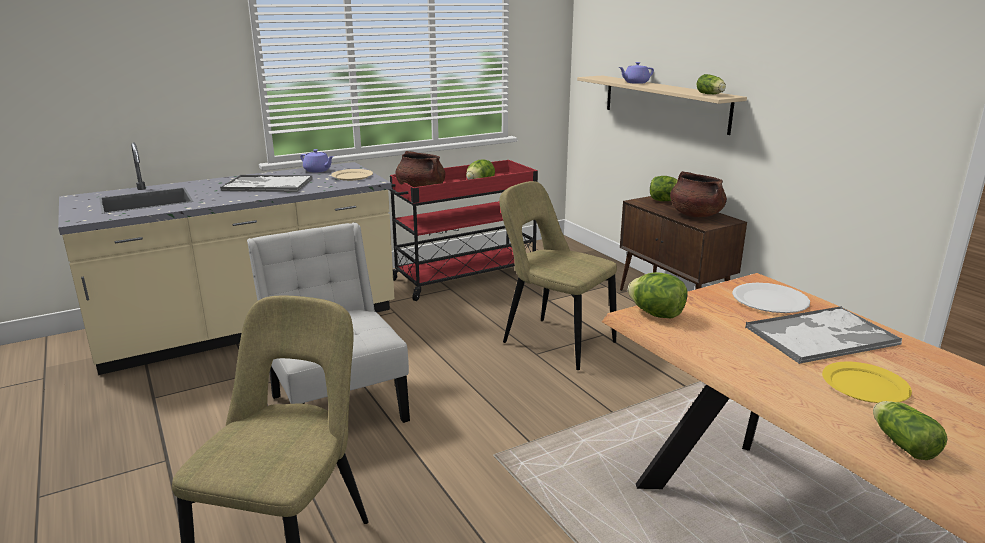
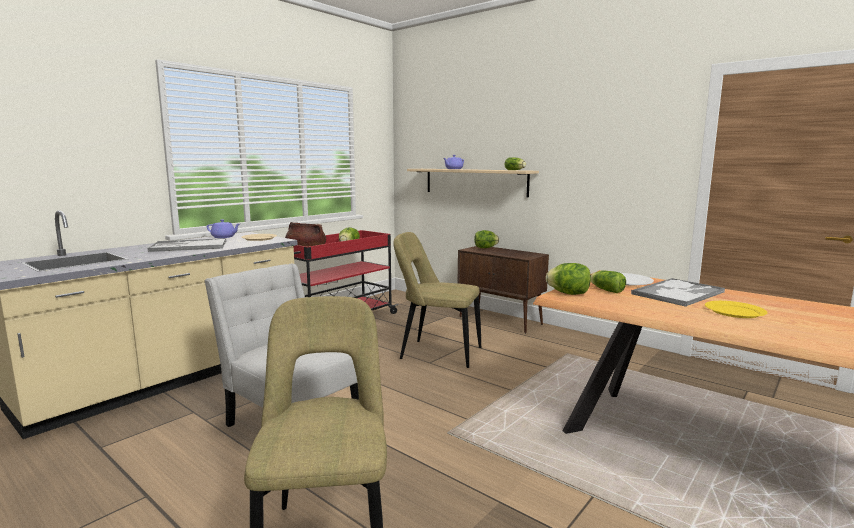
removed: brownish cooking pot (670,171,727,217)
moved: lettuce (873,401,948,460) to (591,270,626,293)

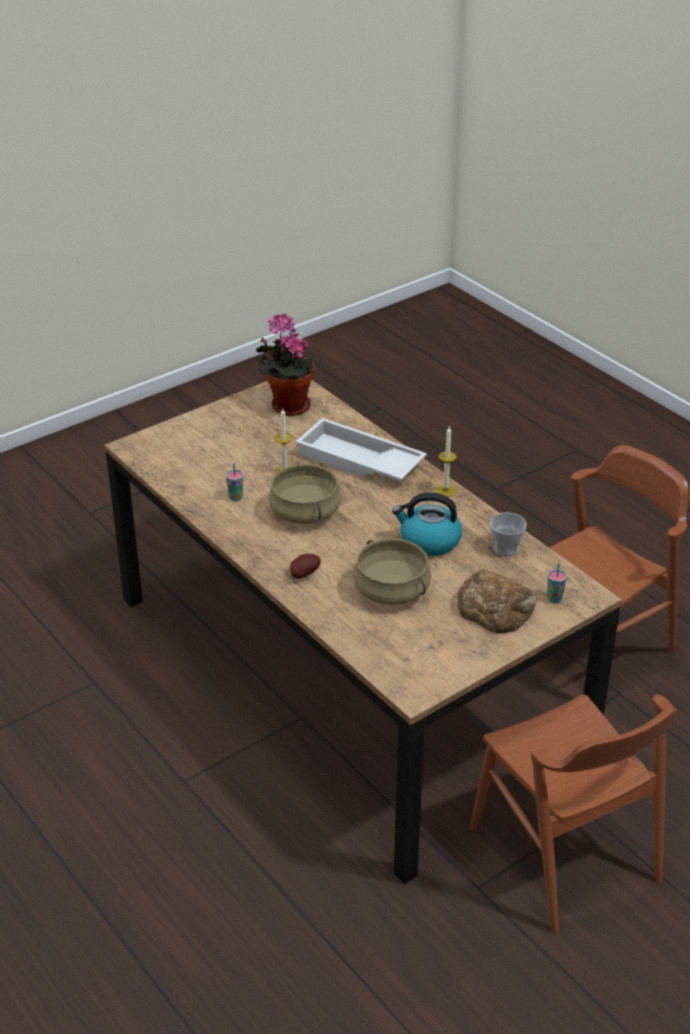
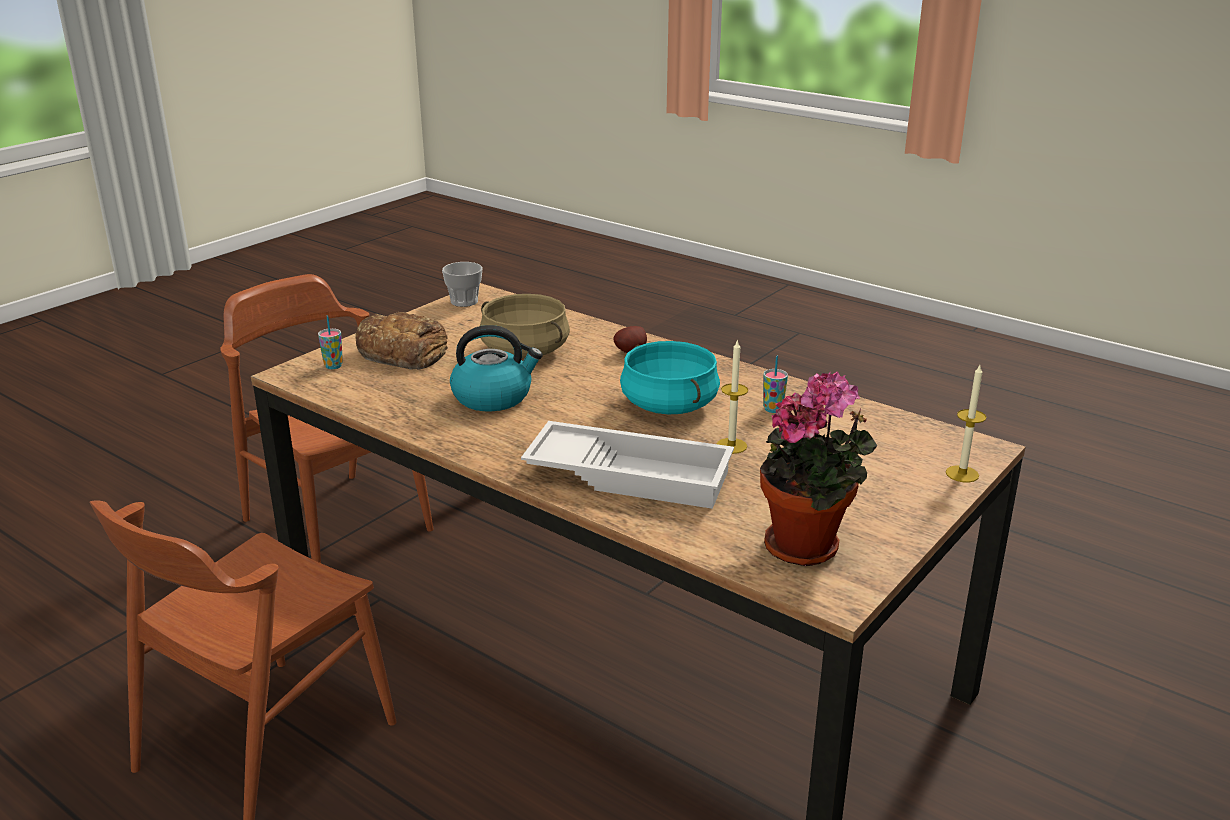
moved: wax light (435,427,457,497) to (946,365,986,482); drinking cup (490,512,527,557) to (442,262,483,307)
recoloured: beige-coloured cooking pot (269,463,341,524) to turquoise cooking pot (620,341,720,414)

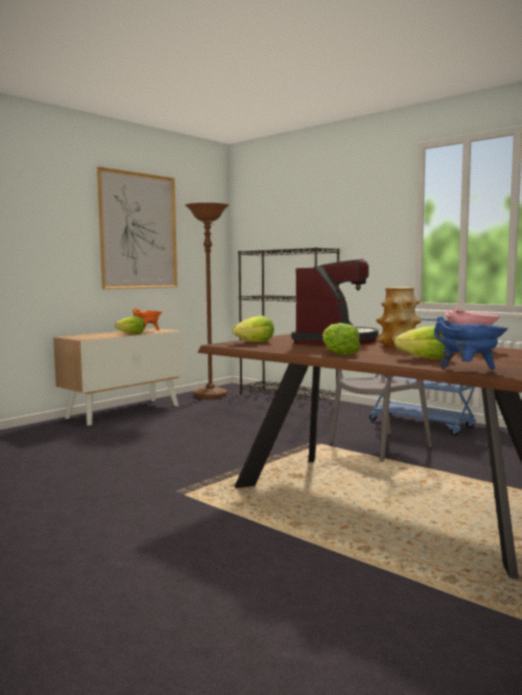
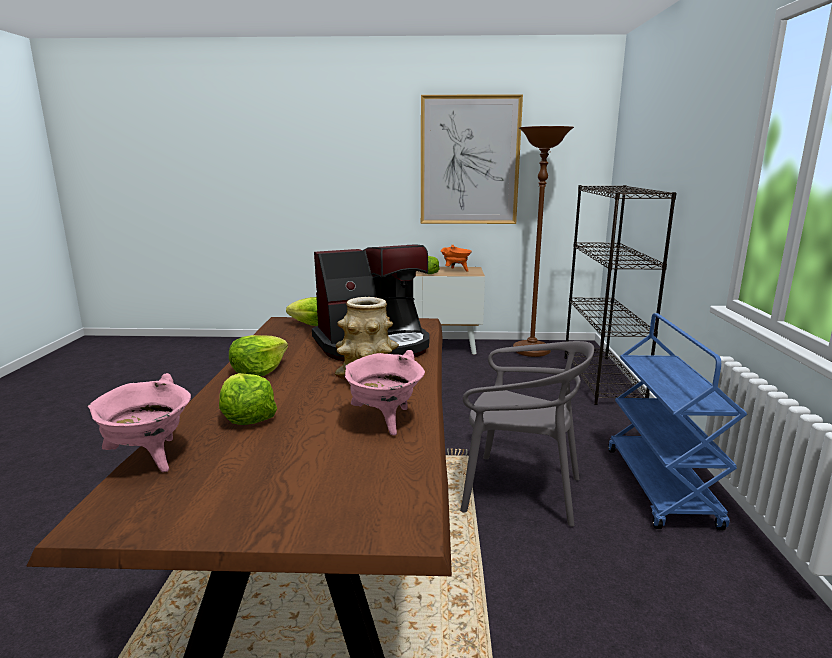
recoloured: bluish cooking pot (434,316,508,369) to pinkish cooking pot (88,373,191,472)

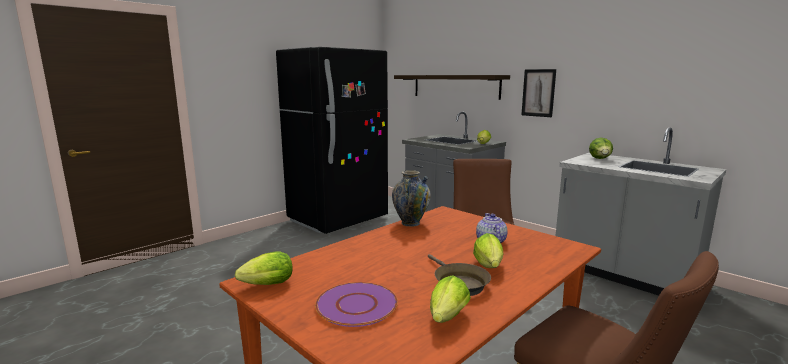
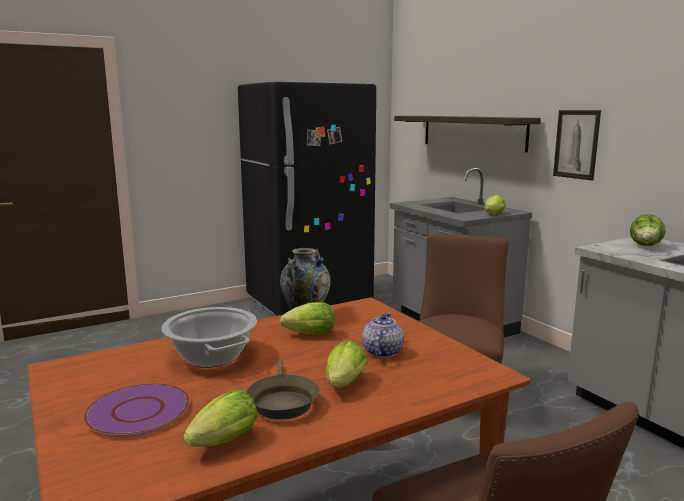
added: cooking pot (162,307,257,368)
moved: lettuce (235,252,293,285) to (280,302,335,334)

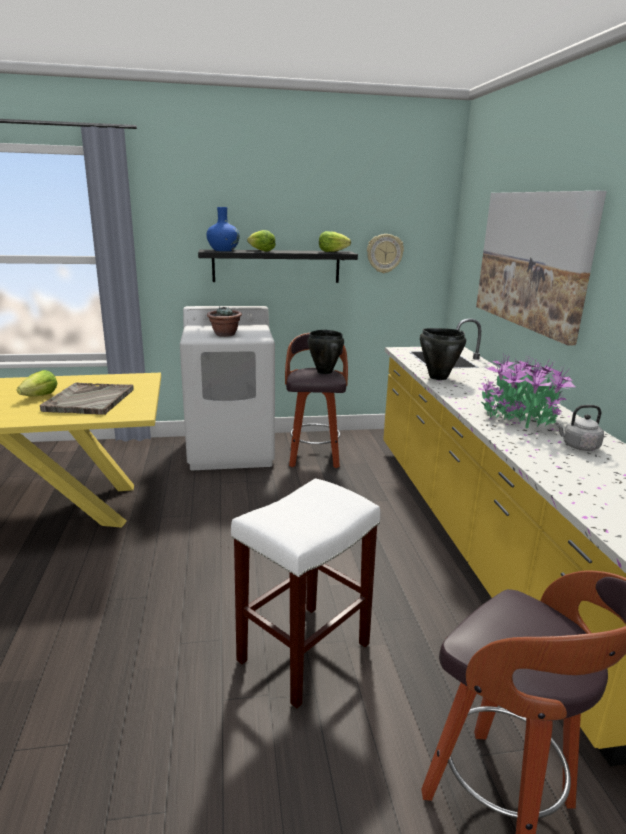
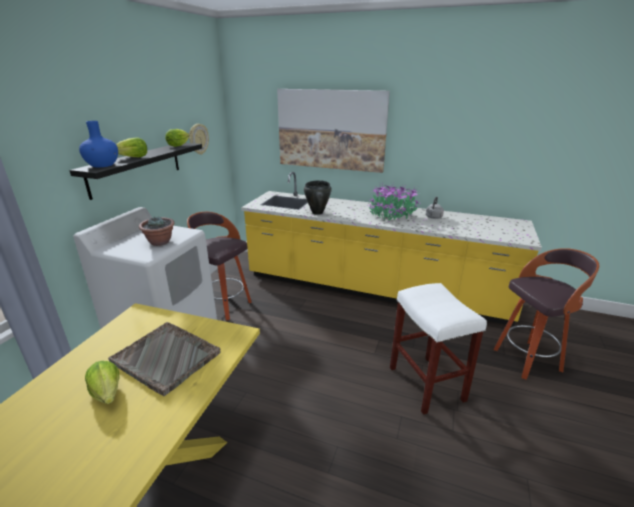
removed: black cooking pot (307,330,344,374)

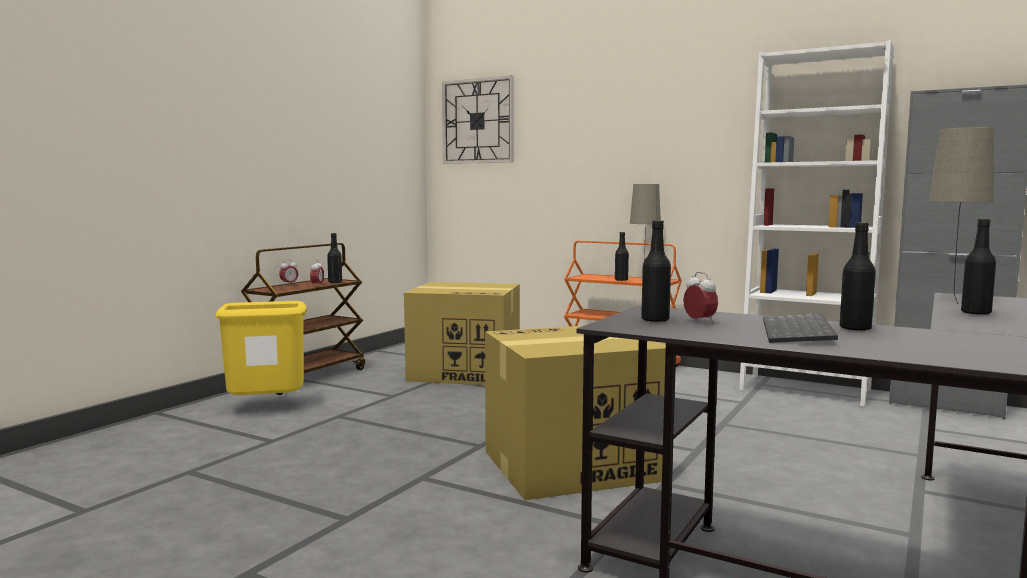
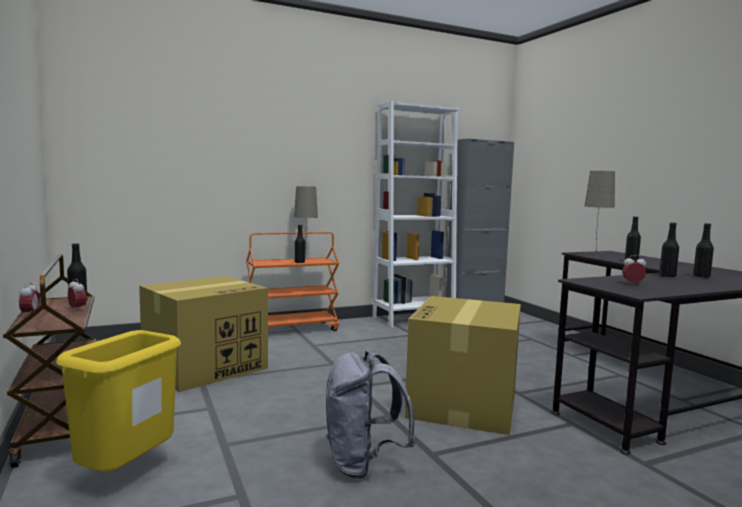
removed: clock on the wall (442,75,514,164); keyboard (763,313,838,343)
added: gray backpack (326,351,416,479)
moved: black drink bottle (641,220,671,322) to (693,223,714,278)

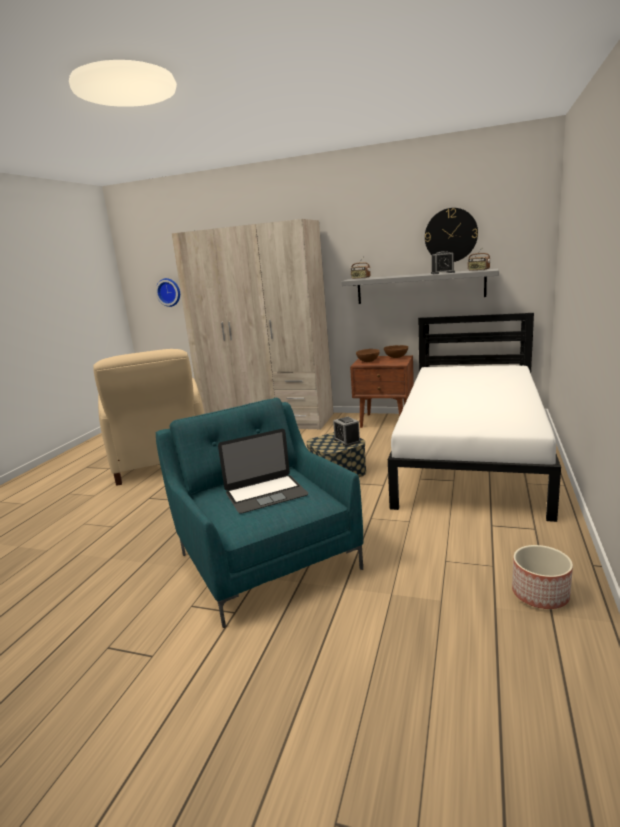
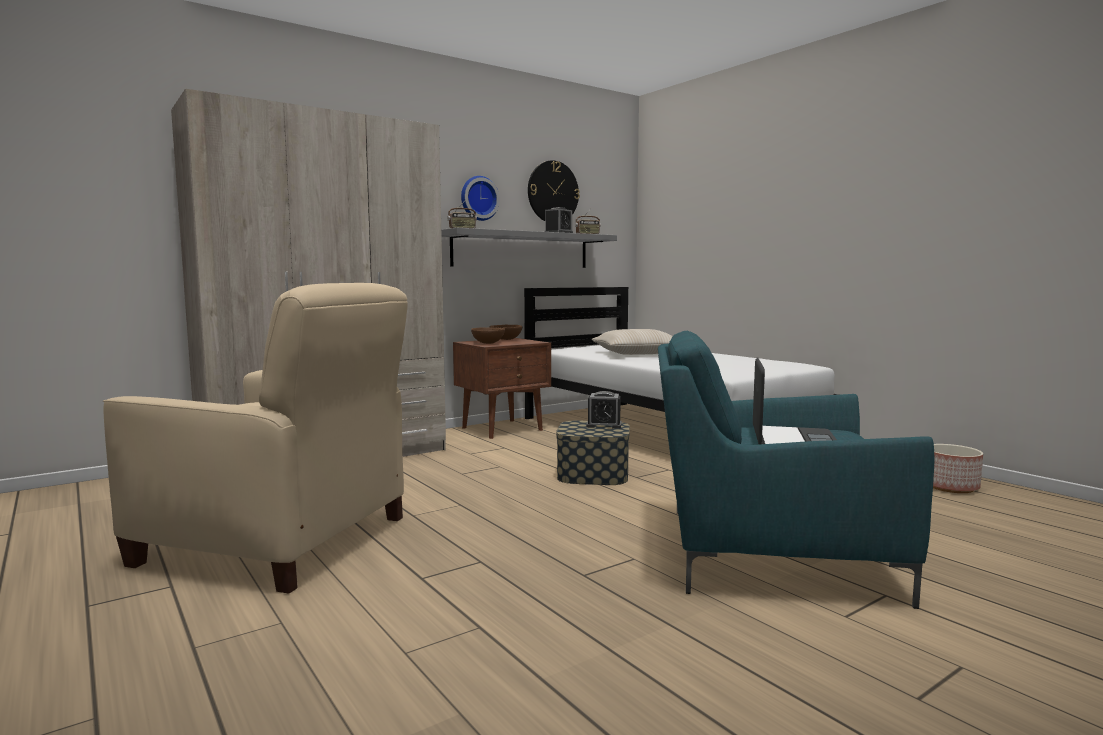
added: beige-coloured throw pillow (592,329,672,355)
moved: clock on the wall (156,278,180,307) to (461,176,500,221)

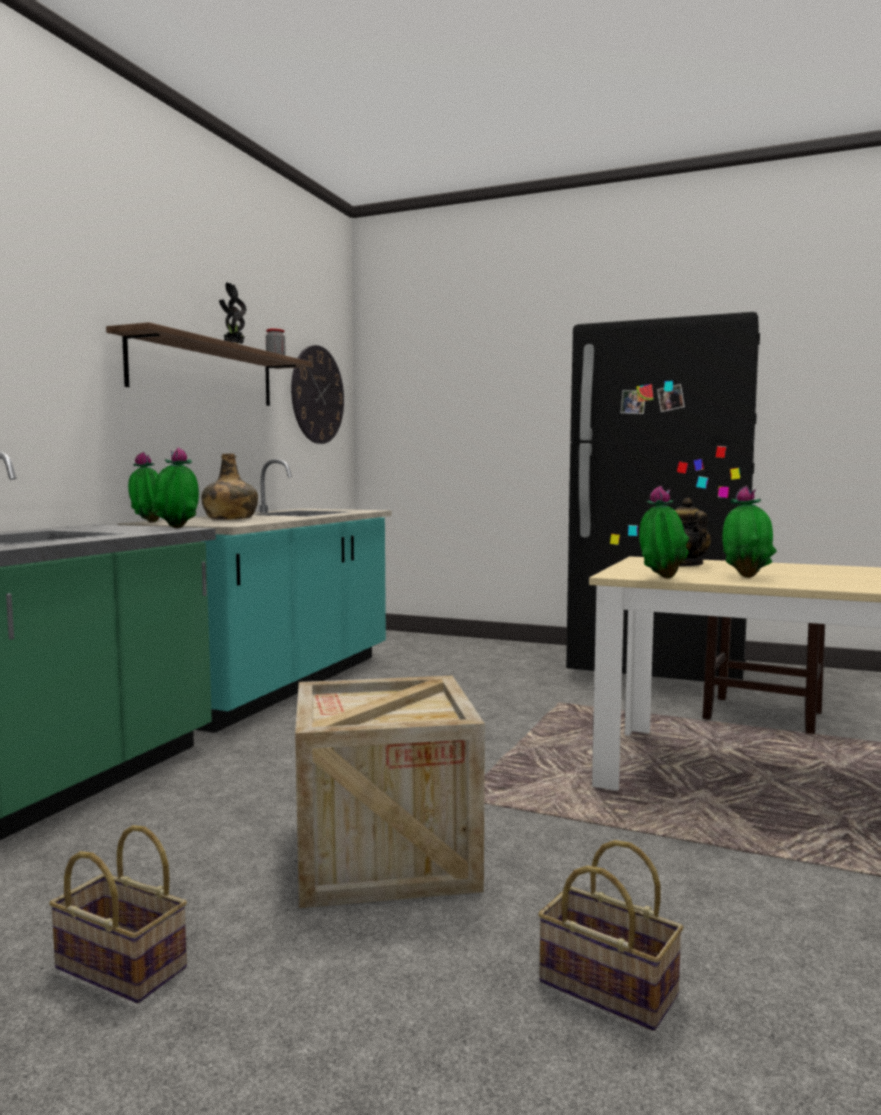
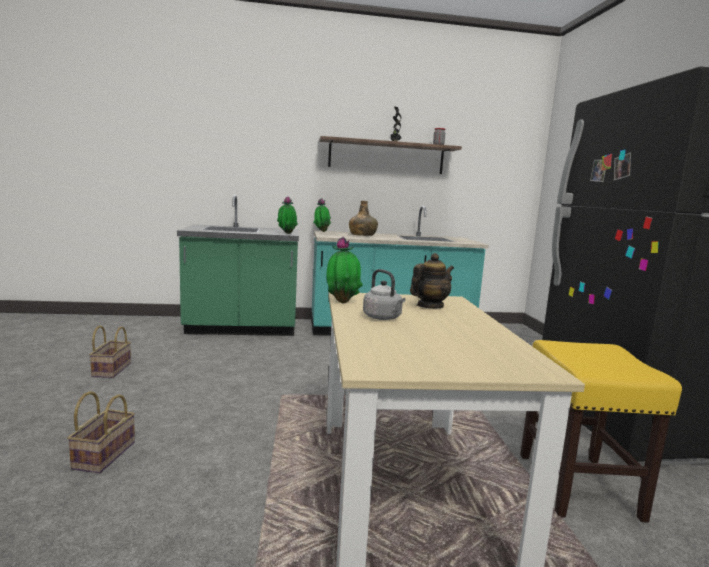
removed: clock on the wall (291,345,344,444); packing crate (295,676,485,908)
replaced: plant in a pot (722,485,777,578) to gray water kettle (363,269,405,320)

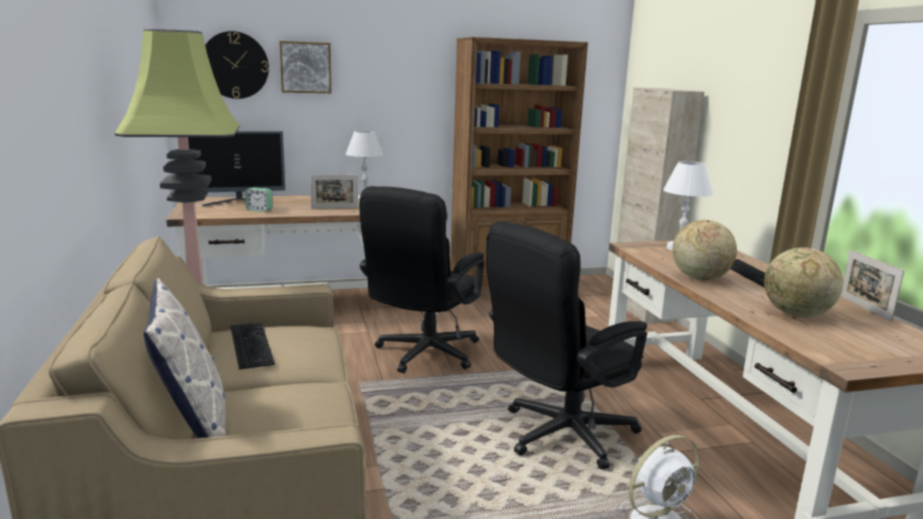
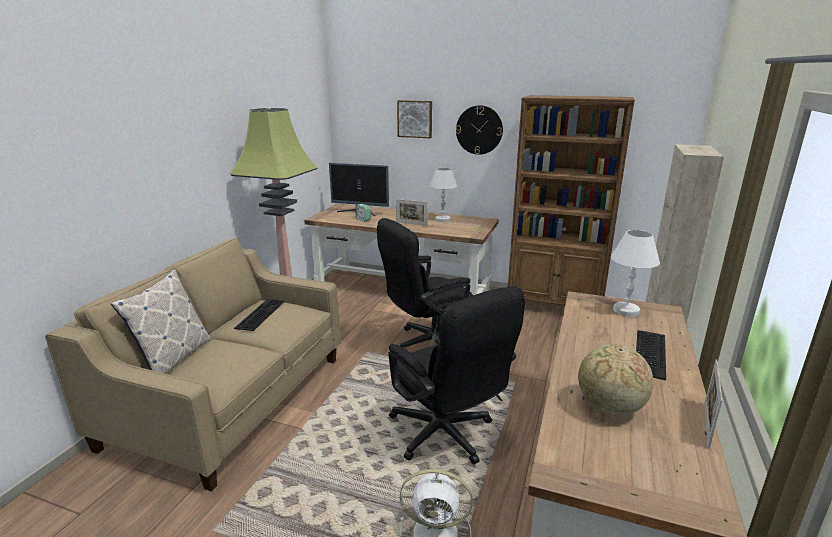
removed: desk globe (672,220,737,281)
moved: clock on the wall (205,31,269,99) to (456,105,503,155)
turned: black desk chair (486,221,647,469) = (388,286,525,464) 120 degrees counterclockwise

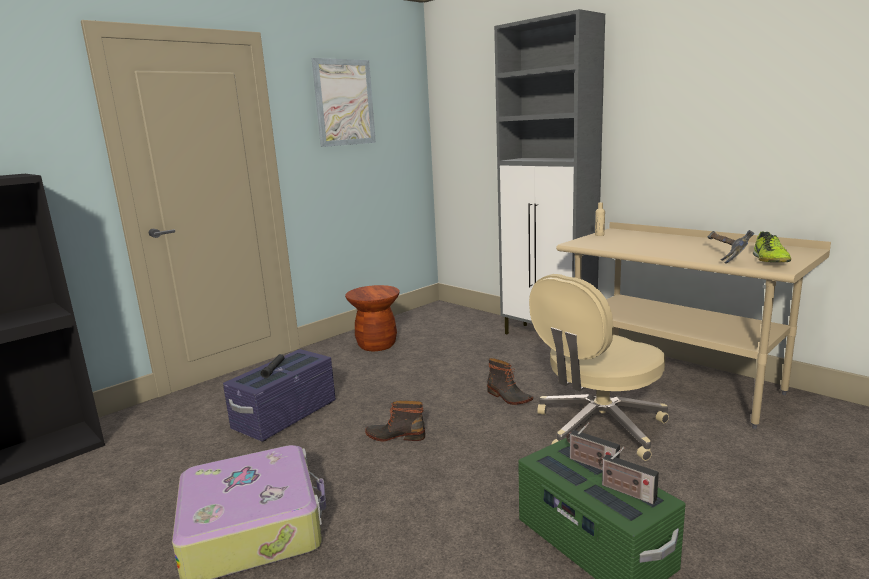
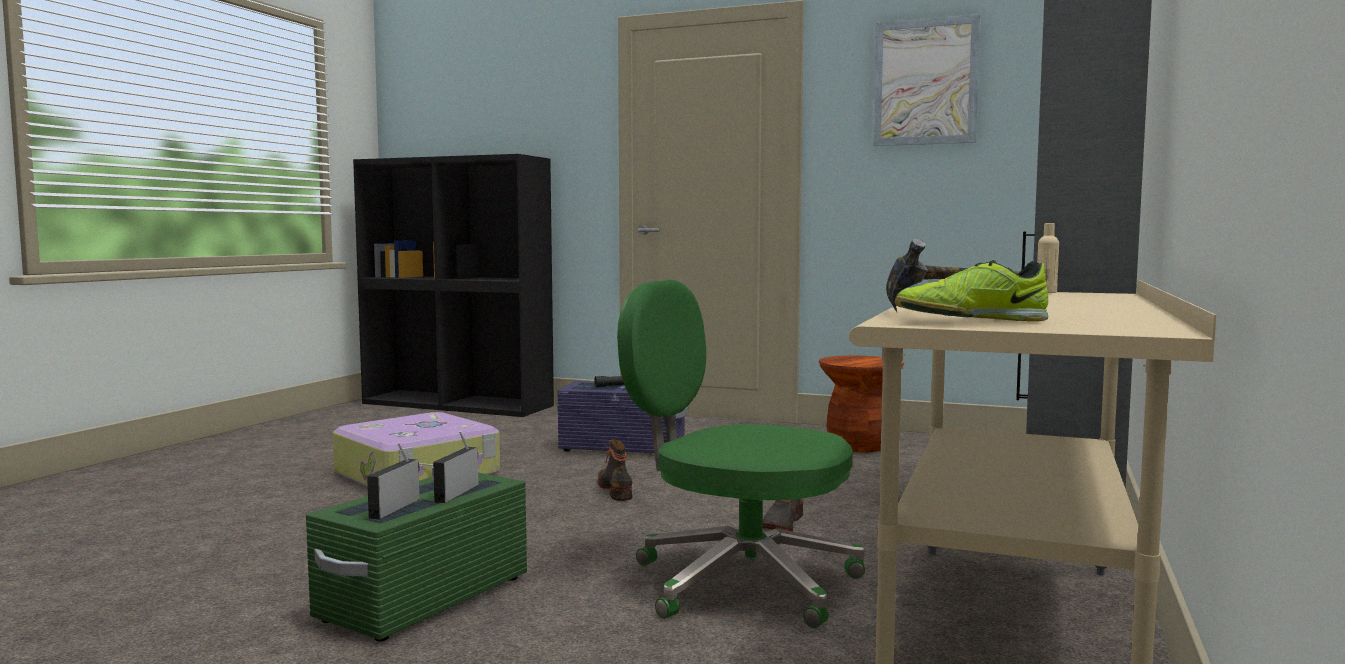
recoloured: beige-coloured desk chair (529,274,669,461) to greenish desk chair (617,280,865,628)

